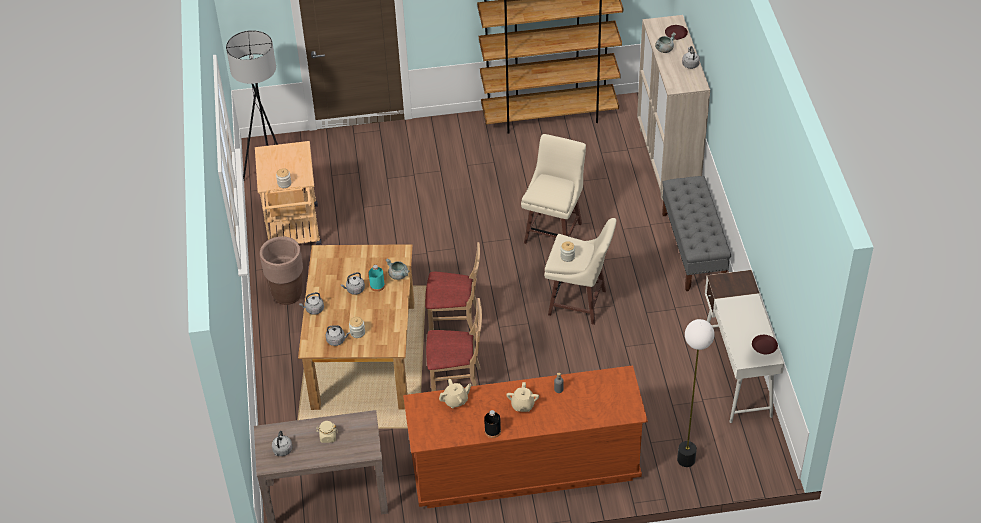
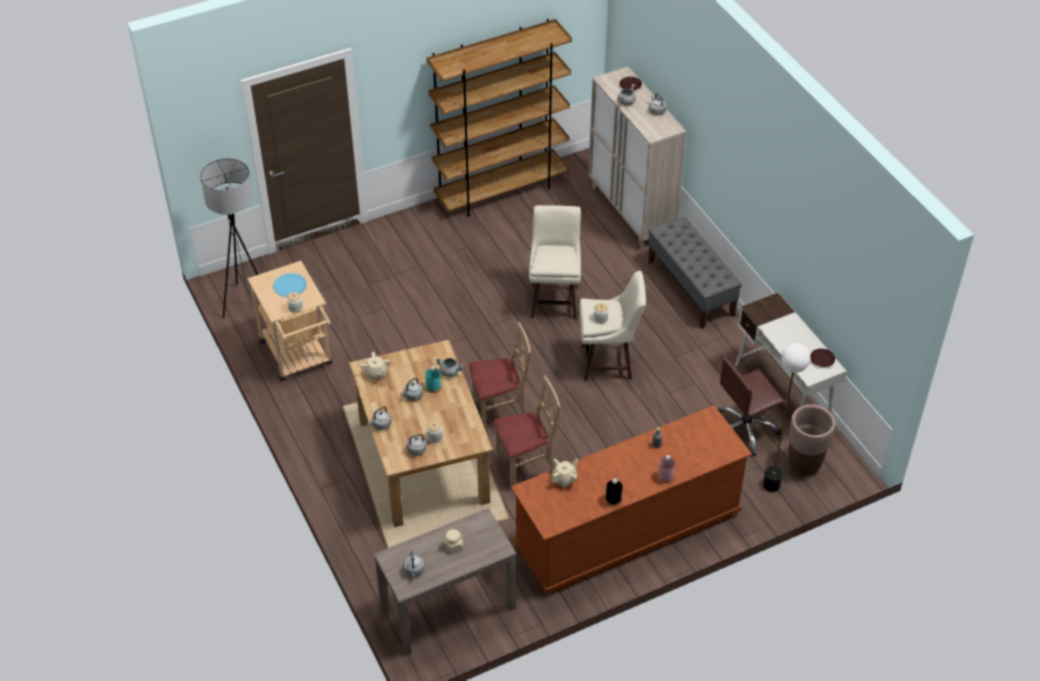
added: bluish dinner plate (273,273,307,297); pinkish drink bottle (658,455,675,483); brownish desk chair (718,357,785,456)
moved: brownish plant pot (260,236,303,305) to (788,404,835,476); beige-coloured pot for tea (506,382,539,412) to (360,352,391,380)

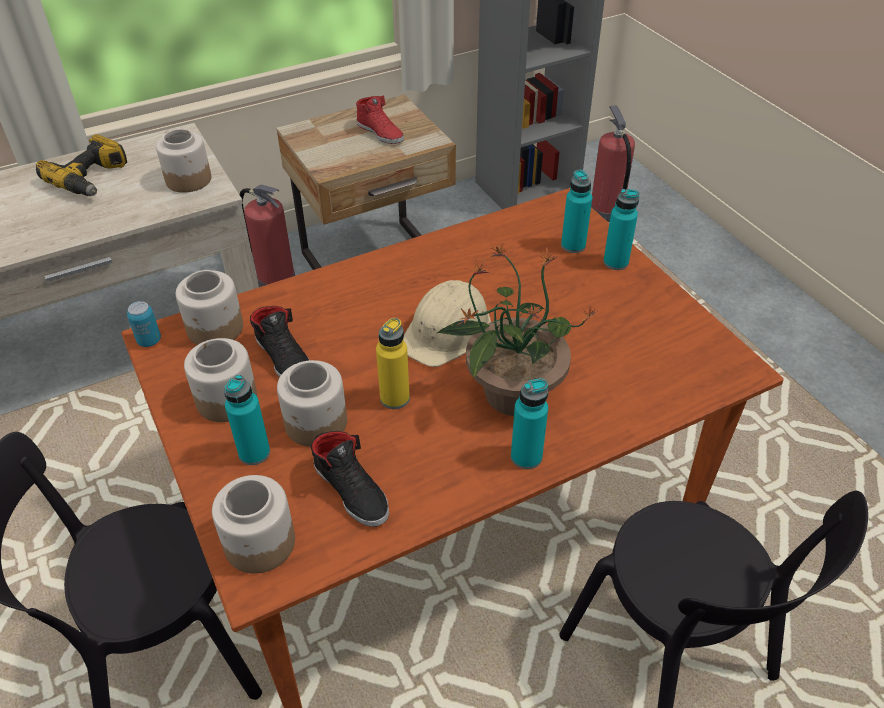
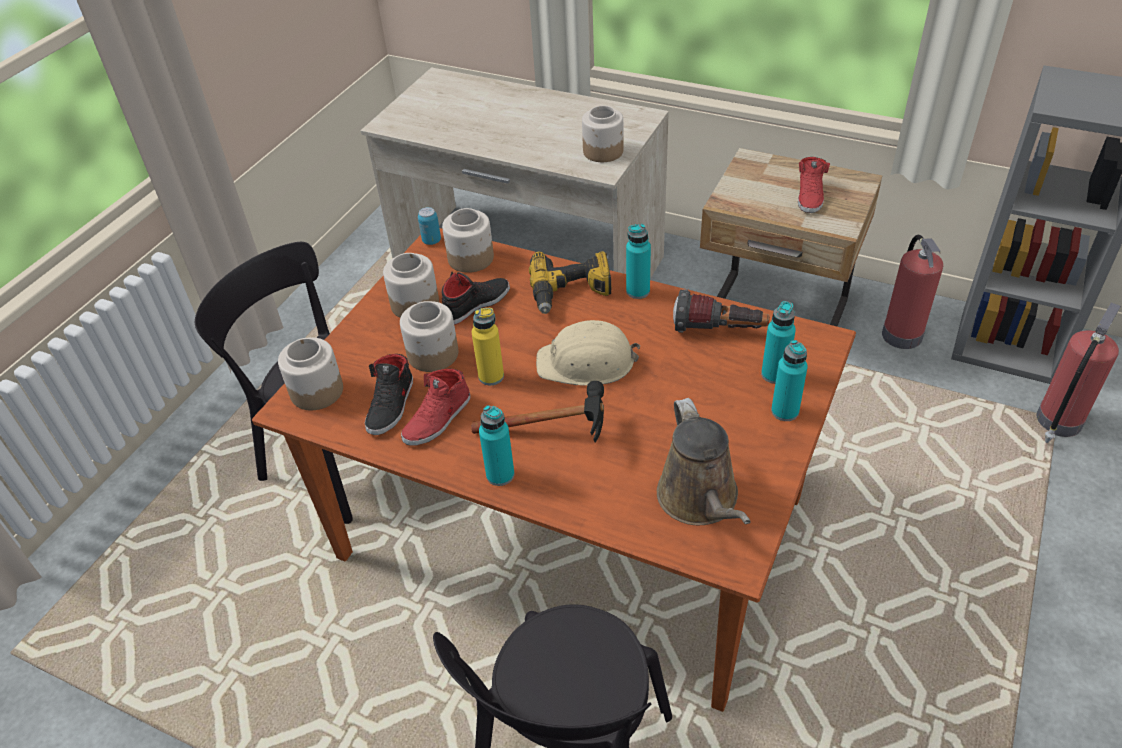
added: red item of footwear (401,368,471,446); brownish watering can (657,398,751,525); hand torch (673,289,770,333)
moved: drill (36,134,127,196) to (529,251,611,314); turquoise drink bottle (224,375,270,465) to (626,224,651,299); fire extinguisher (239,185,295,287) to (882,235,943,349)
replaced: plant in a pot (437,241,598,416) to hammer (471,381,604,442)
turned: black item of footwear (250,306,309,377) = (441,272,510,325) 150 degrees counterclockwise

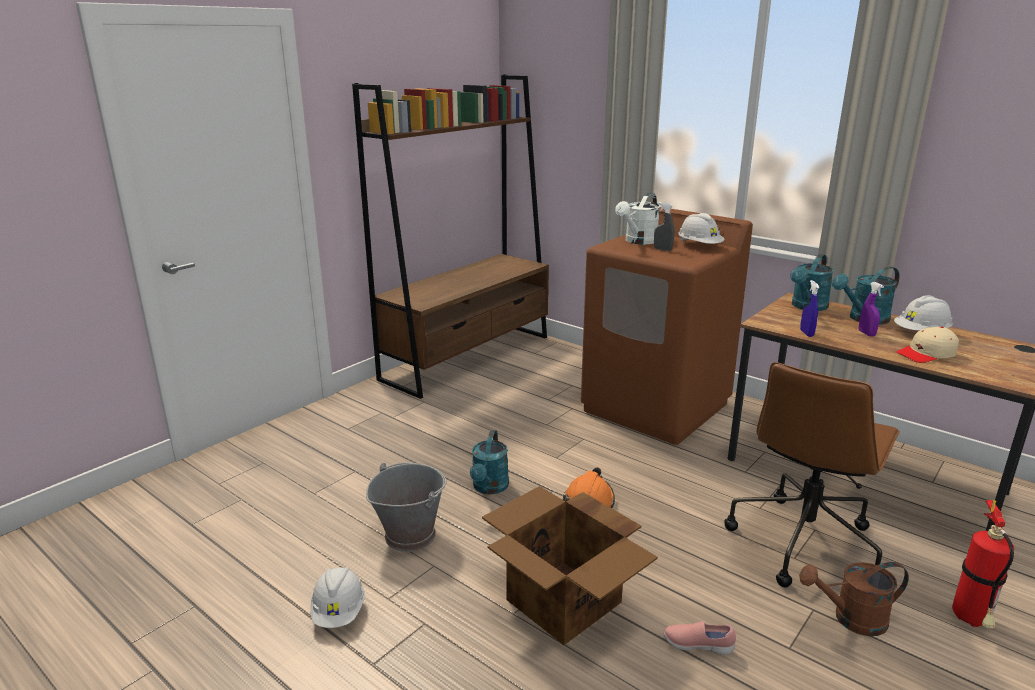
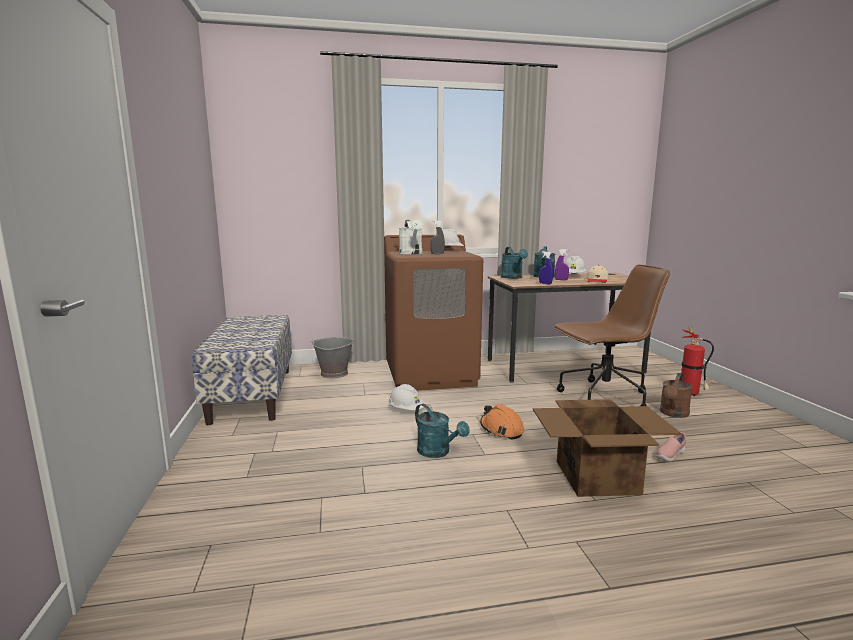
moved: whitish safety helmet (310,567,365,628) to (388,384,425,410); gray water bucket (366,462,446,552) to (311,337,355,378)
replaced: brownish shelving unit (352,74,549,399) to bench (192,315,292,425)
turned: brownish desk chair (725,362,900,588) = (553,265,670,406) 90 degrees counterclockwise

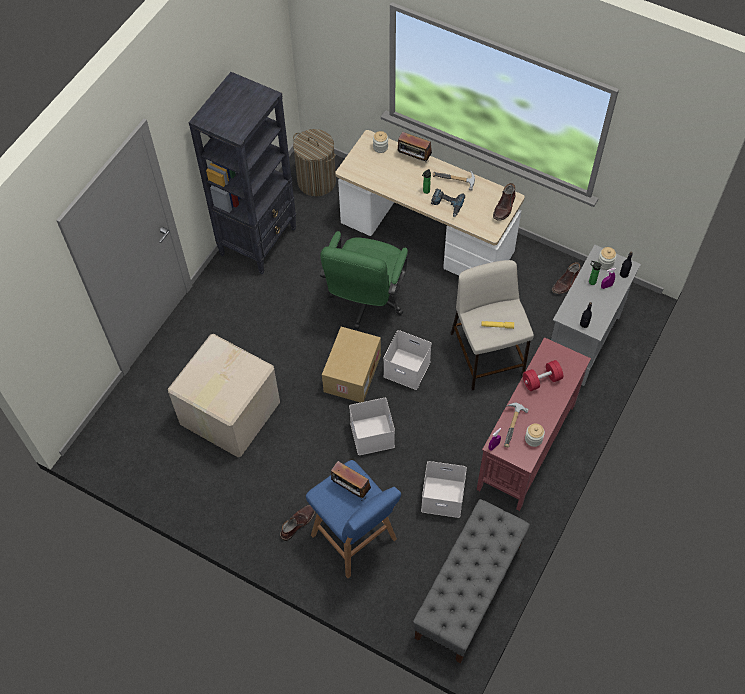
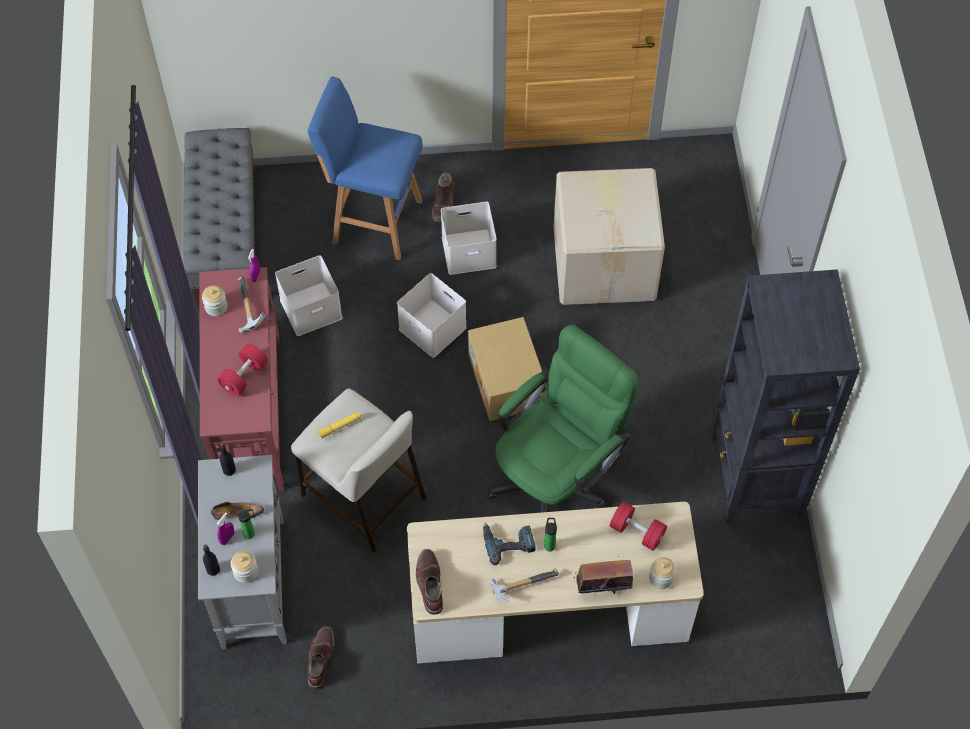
removed: washing basket (293,129,336,196); radio receiver (331,461,371,499)
added: item of footwear (211,502,264,520); red hand weight (610,501,667,551)
moved: whitish storage box (383,330,432,390) to (441,202,497,275)
turned: greenish desk chair (320,231,408,330) = (487,325,638,513) 60 degrees clockwise

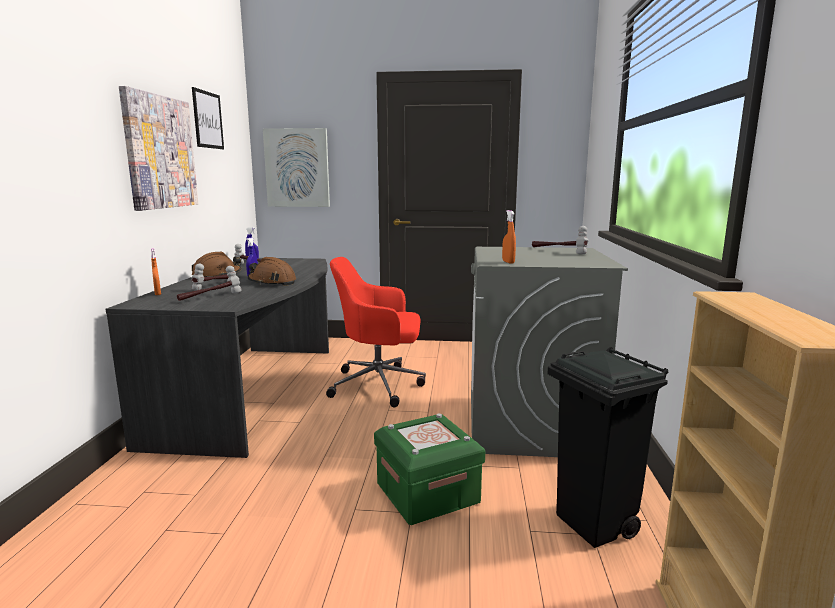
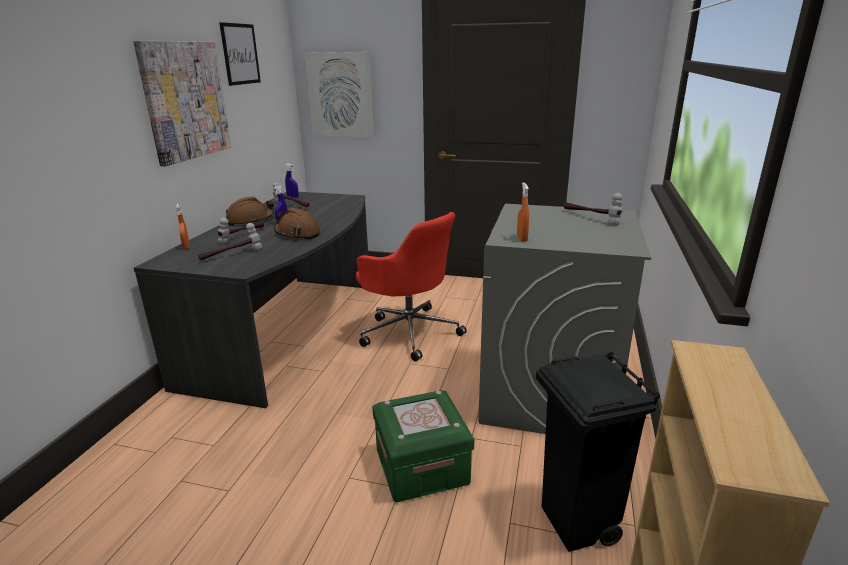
turned: red desk chair (326,257,426,407) = (356,212,467,361) 150 degrees counterclockwise

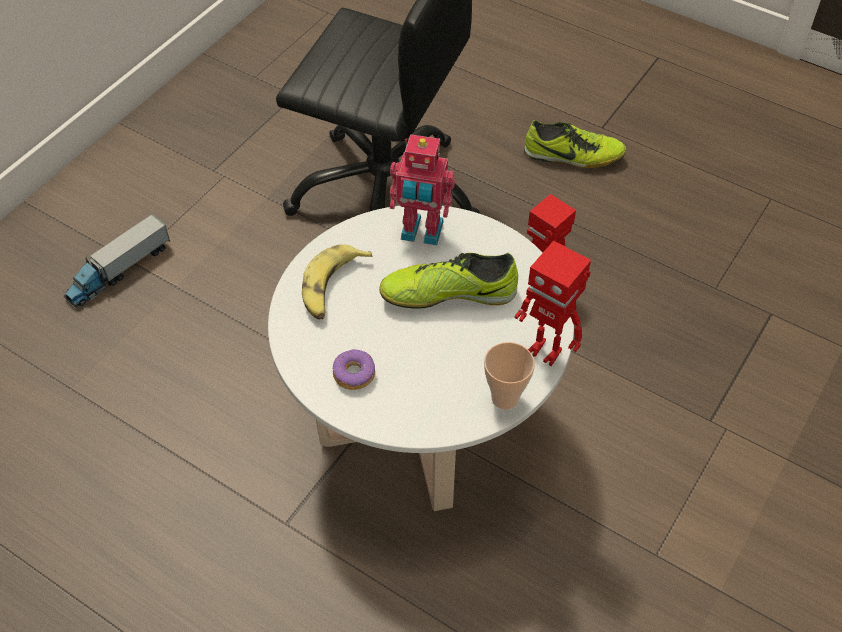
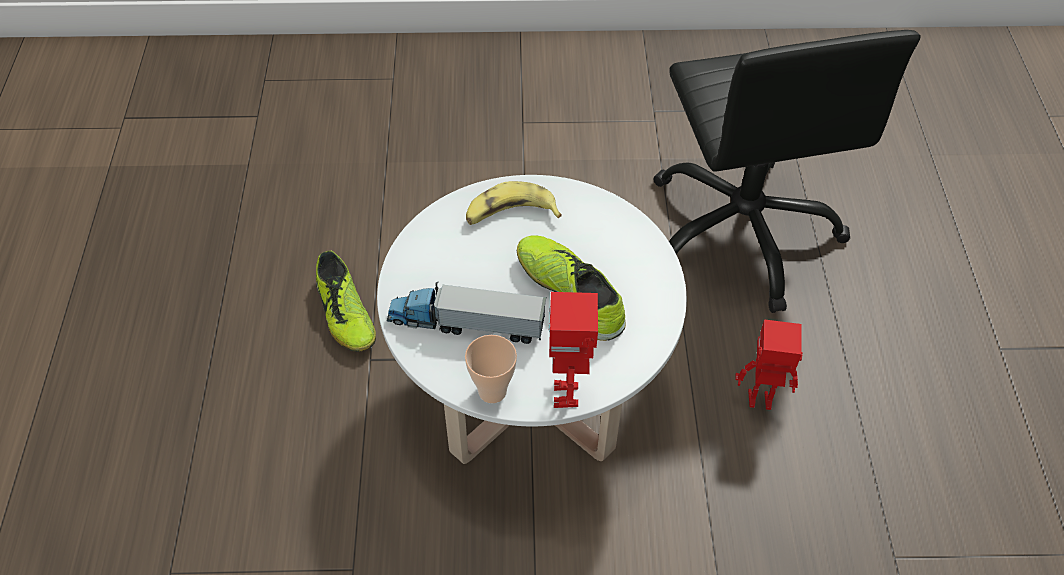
removed: ring doughnut (333,349,375,390); model robot (390,134,455,245)
moved: toy lorry (64,213,170,308) to (387,282,546,344); item of footwear (524,120,626,168) to (316,251,376,352)

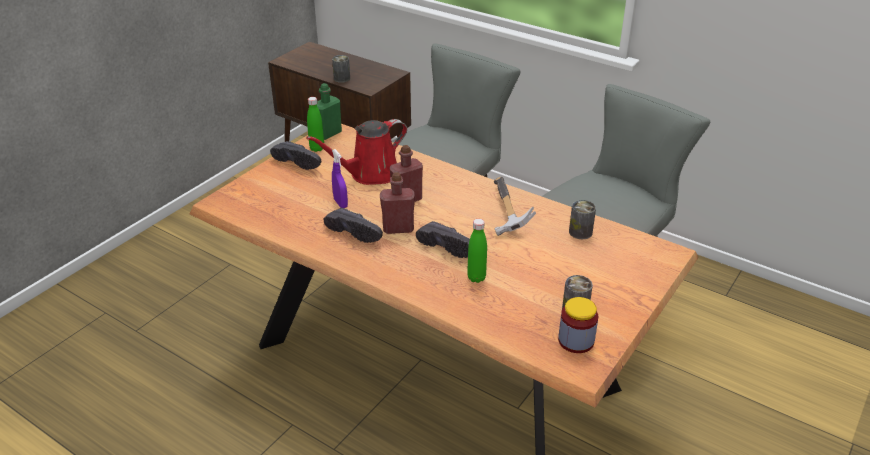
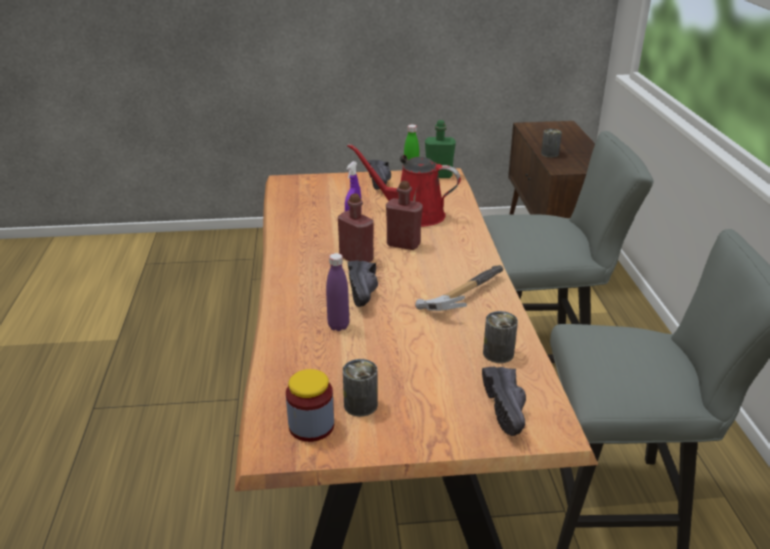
moved: black item of footwear (324,208,383,243) to (482,367,526,436)
recoloured: greenish drink bottle (467,219,487,283) to purple drink bottle (326,253,349,331)

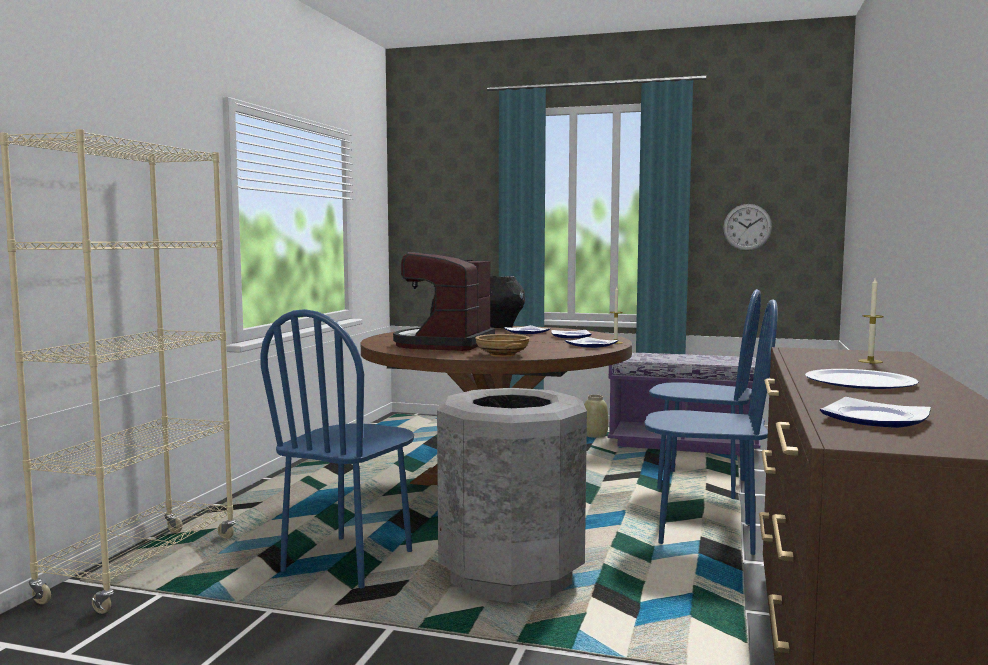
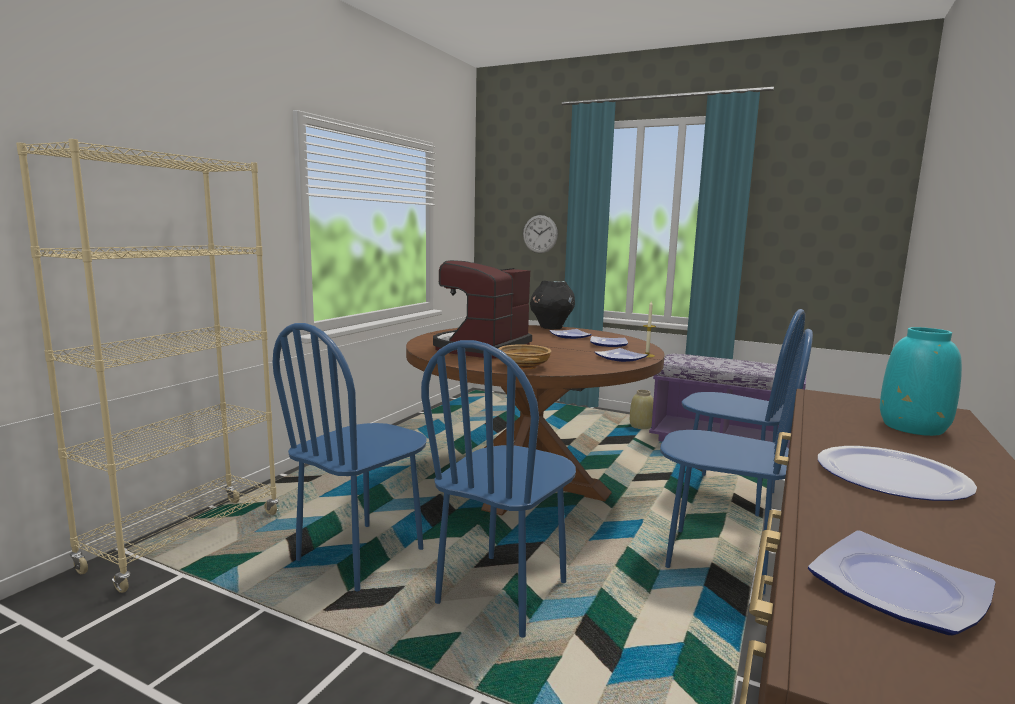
moved: clock on the wall (723,204,772,251) to (523,215,558,253)
replaced: gray waste bin (437,388,587,603) to bluish upright chair (421,340,576,638); wax light (858,278,884,363) to turquoise vase (880,327,962,436)

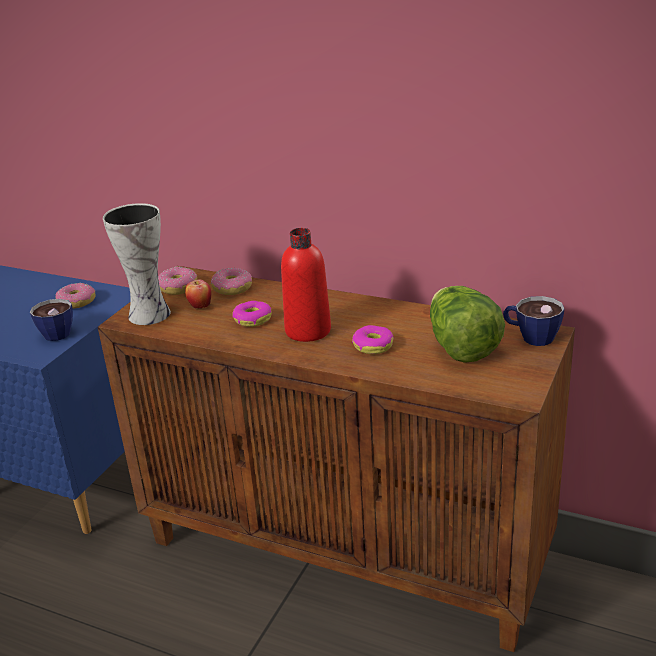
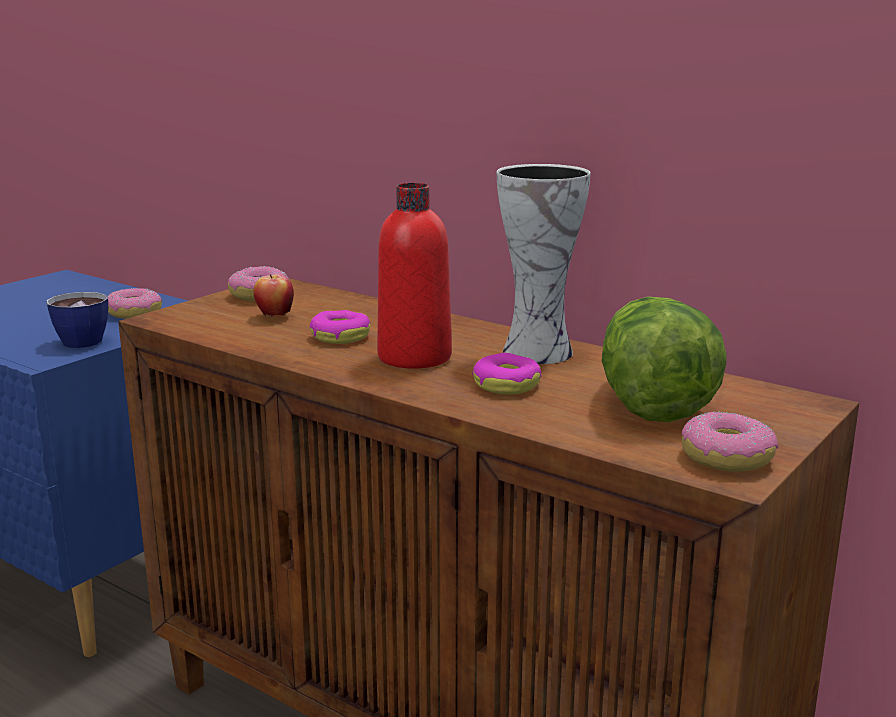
removed: drinking cup (503,296,564,346)
moved: vase (103,203,171,325) to (497,164,591,364); ring doughnut (211,268,252,295) to (682,411,778,472)

